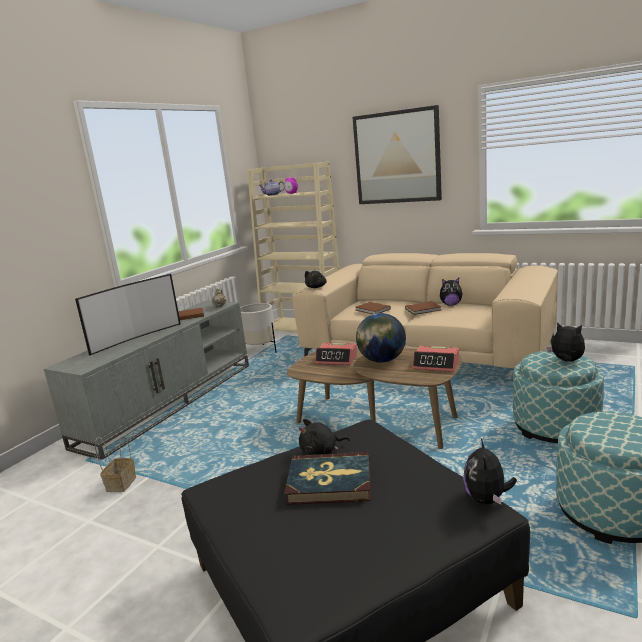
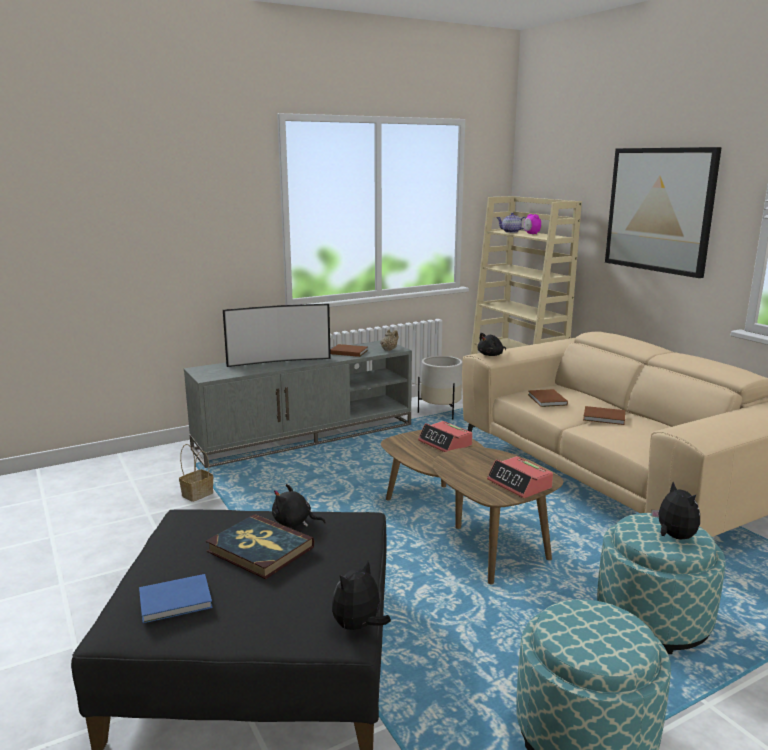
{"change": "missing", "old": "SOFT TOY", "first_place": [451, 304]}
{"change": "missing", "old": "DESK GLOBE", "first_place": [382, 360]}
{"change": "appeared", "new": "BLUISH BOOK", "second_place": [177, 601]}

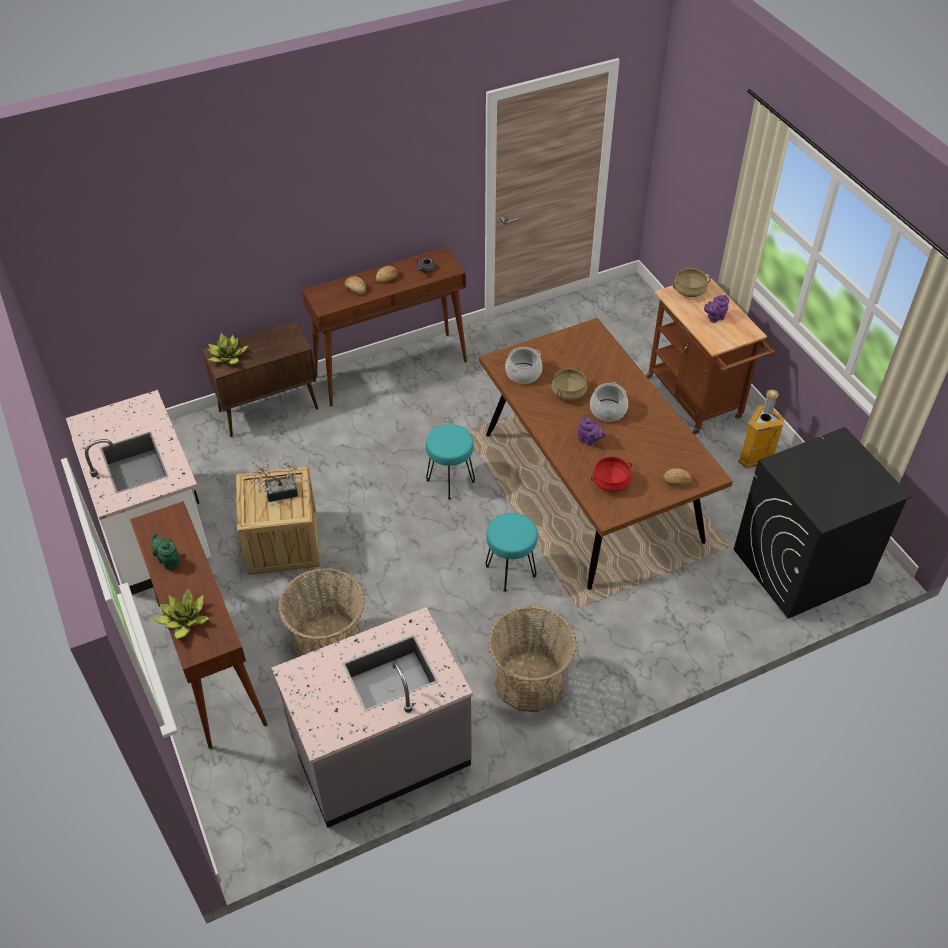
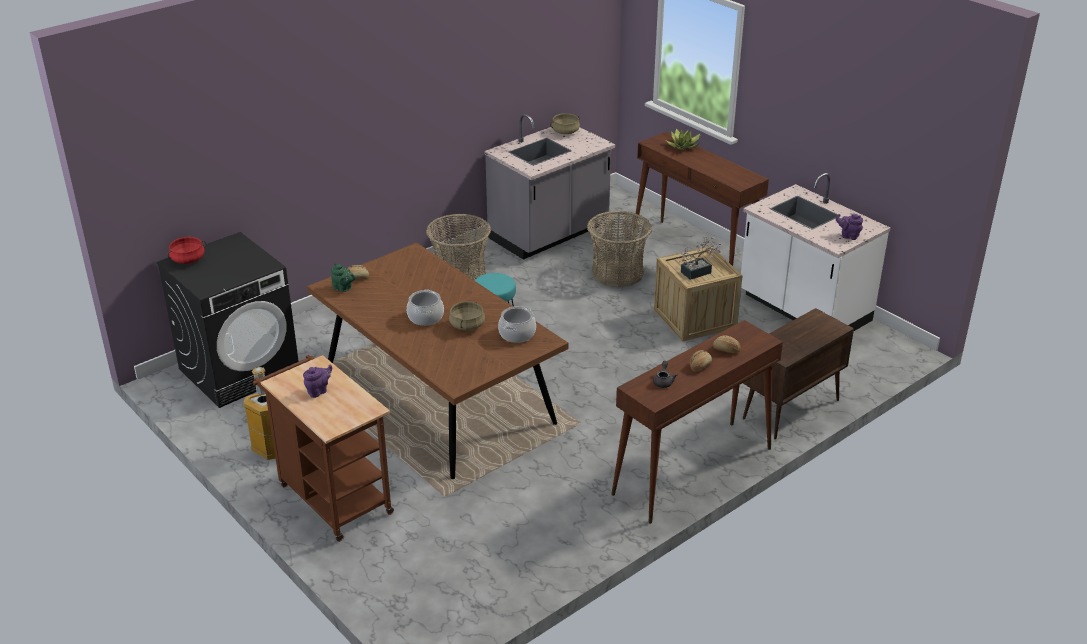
{"change": "relocated", "old": "BEIGE COOKING POT", "first_place": [689, 291], "second_place": [565, 132]}
{"change": "missing", "old": "HOUSEPLANT", "first_place": [228, 357]}
{"change": "relocated", "old": "PURPLE TEA POT", "first_place": [589, 441], "second_place": [848, 236]}
{"change": "missing", "old": "BLUE-GREEN SITTING STOOL", "first_place": [450, 481]}
{"change": "relocated", "old": "RED COOKING POT", "first_place": [611, 482], "second_place": [188, 260]}
{"change": "relocated", "old": "GREEN-COLOURED TEA POT", "first_place": [168, 560], "second_place": [343, 288]}

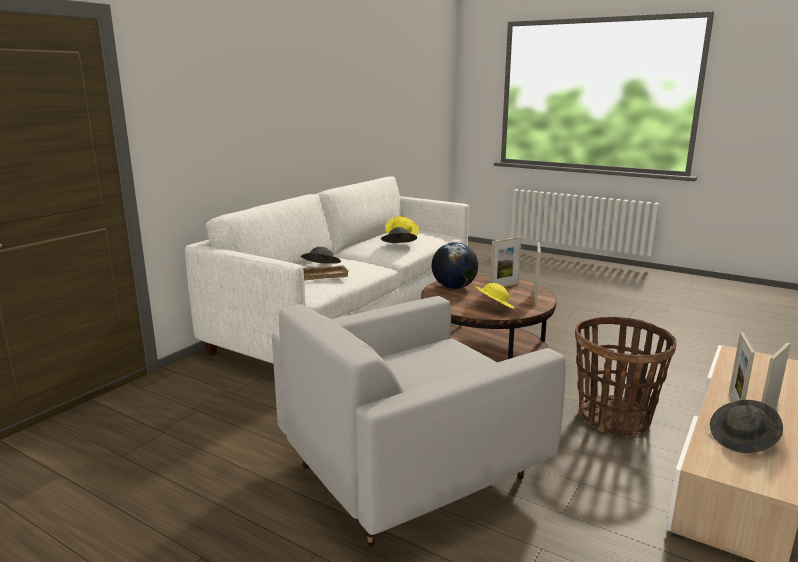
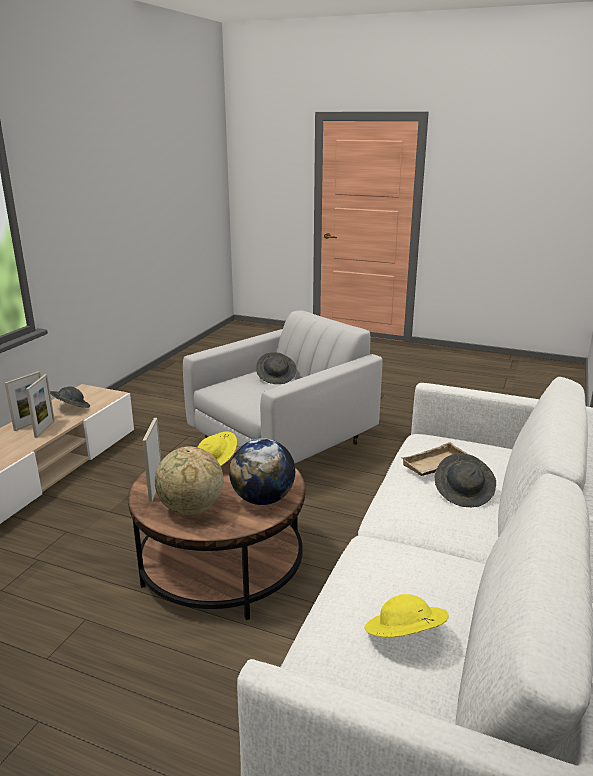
{"change": "relocated", "old": "GRAY WEARABLE HAT", "first_place": [398, 246], "second_place": [276, 377]}
{"change": "exchanged", "old": "PICTURE FRAME", "new": "DESK GLOBE", "first_place": [504, 286], "second_place": [191, 509]}
{"change": "missing", "old": "STORAGE BASKET", "first_place": [614, 418]}

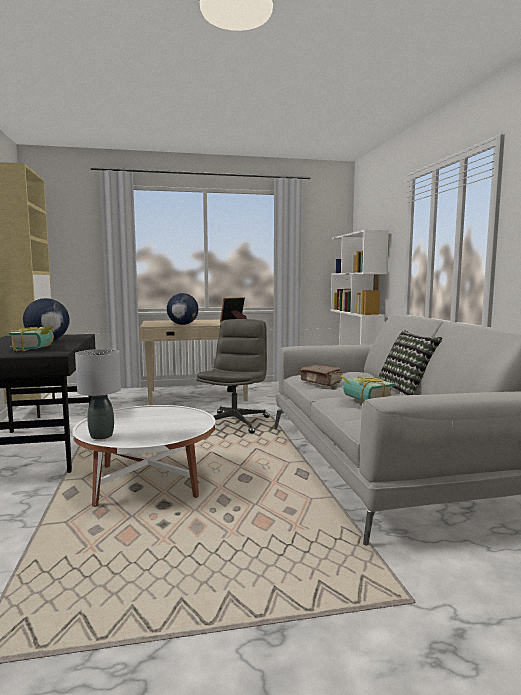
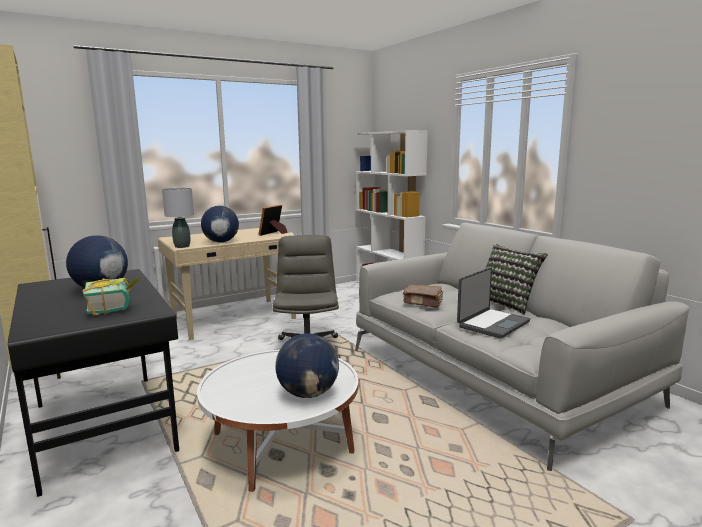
{"change": "relocated", "old": "GRAY TABLE LAMP", "first_place": [101, 436], "second_place": [182, 246]}
{"change": "exchanged", "old": "BOOK", "new": "LAPTOP", "first_place": [363, 401], "second_place": [492, 324]}
{"change": "appeared", "new": "DESK GLOBE", "second_place": [308, 394]}

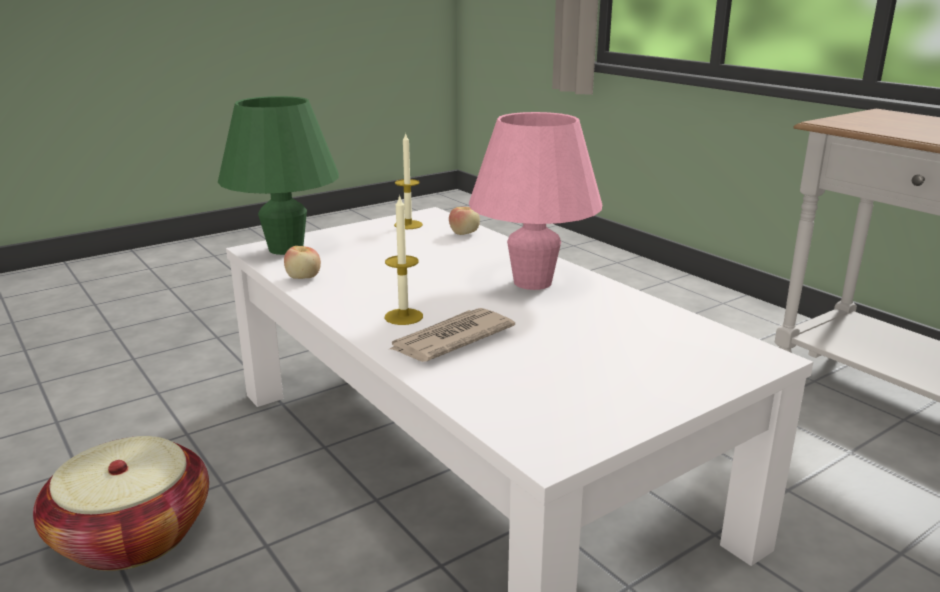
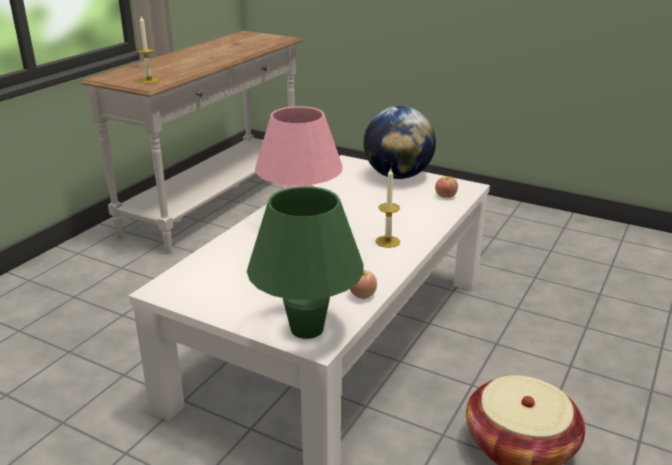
{"change": "relocated", "old": "WAX CANDLE", "first_place": [408, 225], "second_place": [149, 81]}
{"change": "relocated", "old": "APPLE FRUIT", "first_place": [464, 233], "second_place": [445, 196]}
{"change": "missing", "old": "DAILY PAPER", "first_place": [450, 339]}
{"change": "appeared", "new": "DESK GLOBE", "second_place": [398, 176]}

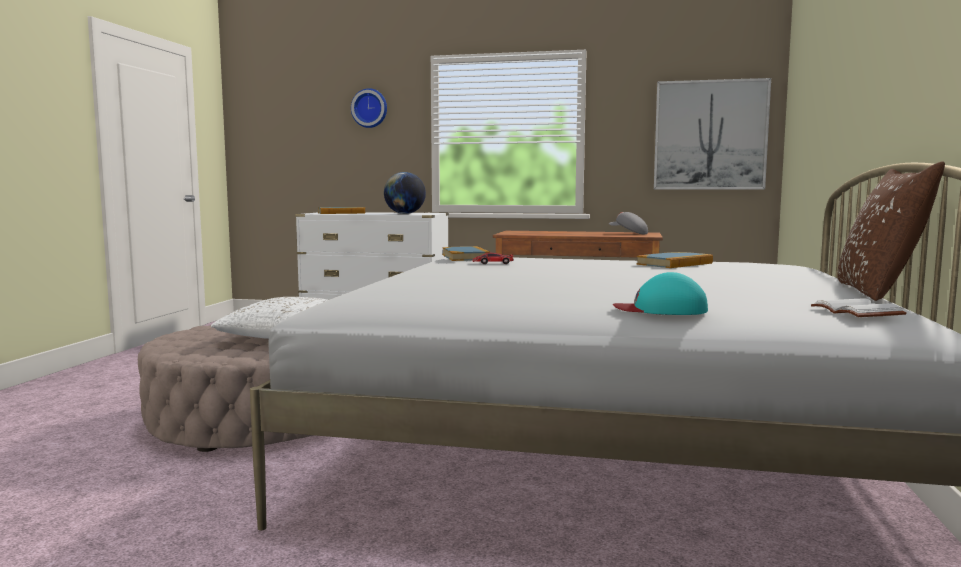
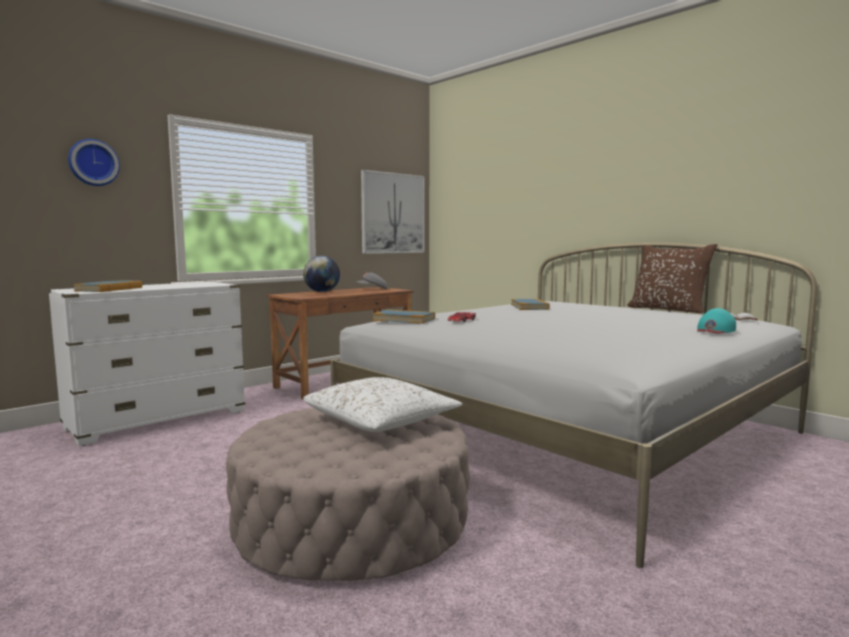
{"change": "relocated", "old": "DESK GLOBE", "first_place": [405, 213], "second_place": [322, 292]}

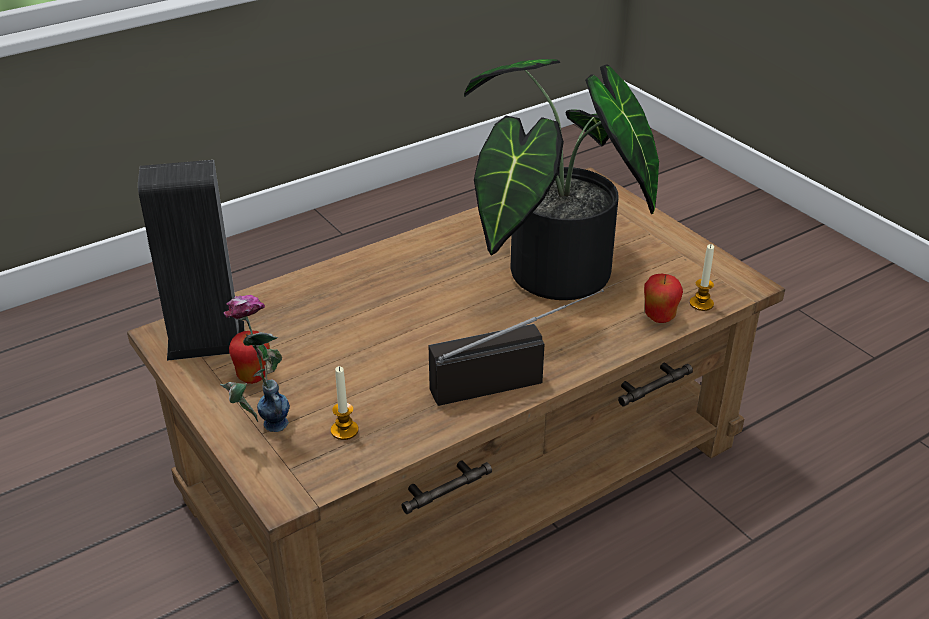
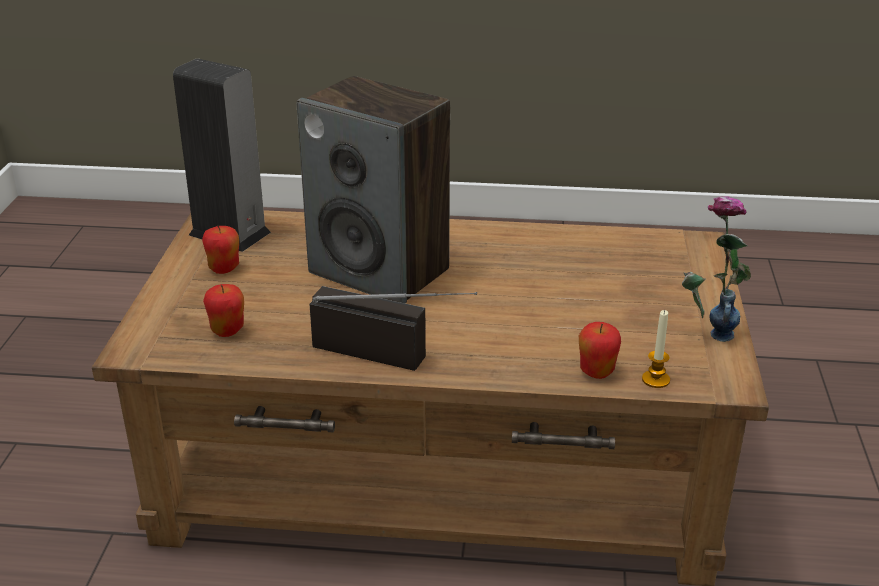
{"change": "missing", "old": "HOUSEPLANT", "first_place": [548, 277]}
{"change": "relocated", "old": "FLOWER VASE", "first_place": [260, 432], "second_place": [705, 335]}
{"change": "exchanged", "old": "WAX CANDLE", "new": "APPLE FRUIT", "first_place": [344, 430], "second_place": [227, 331]}
{"change": "appeared", "new": "SPEAKER", "second_place": [380, 271]}

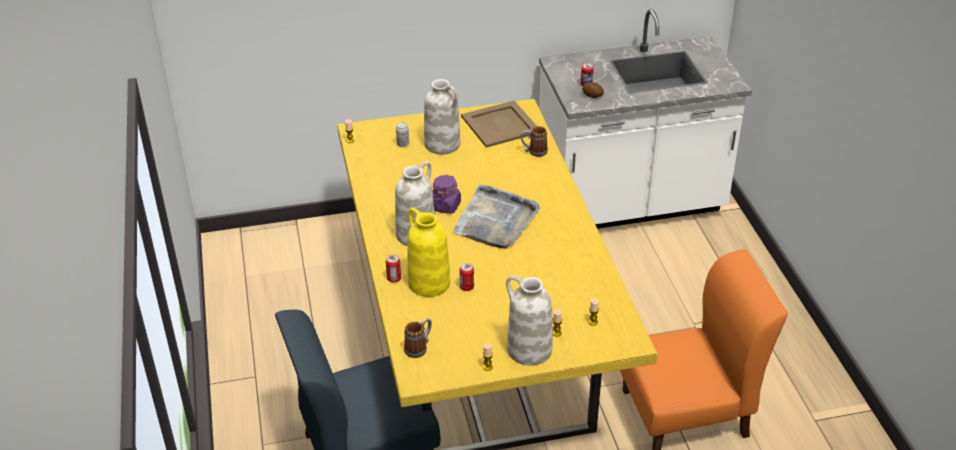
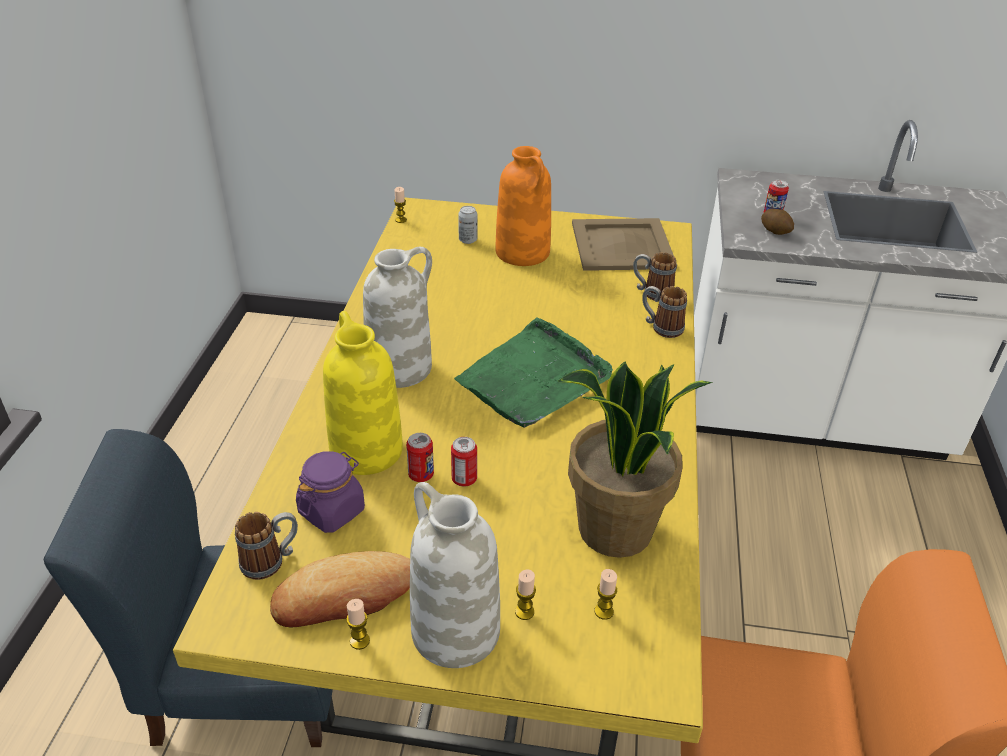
{"change": "colour", "old": "WHITE FLOWER VASE", "new": "ORANGE-COLOURED FLOWER VASE", "first_place": [443, 144], "second_place": [523, 252]}
{"change": "relocated", "old": "PURPLE JAR", "first_place": [445, 206], "second_place": [332, 511]}
{"change": "colour", "old": "GRAY TRAY", "new": "GREEN-COLOURED TRAY", "first_place": [495, 220], "second_place": [534, 379]}
{"change": "relocated", "old": "CAN", "first_place": [394, 279], "second_place": [464, 479]}
{"change": "appeared", "new": "COFFEE MUG", "second_place": [661, 327]}
{"change": "appeared", "new": "HOUSEPLANT", "second_place": [615, 531]}
{"change": "appeared", "new": "BREAD", "second_place": [344, 596]}

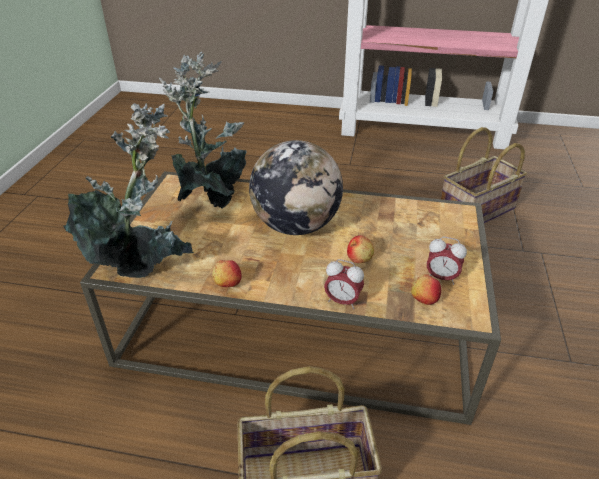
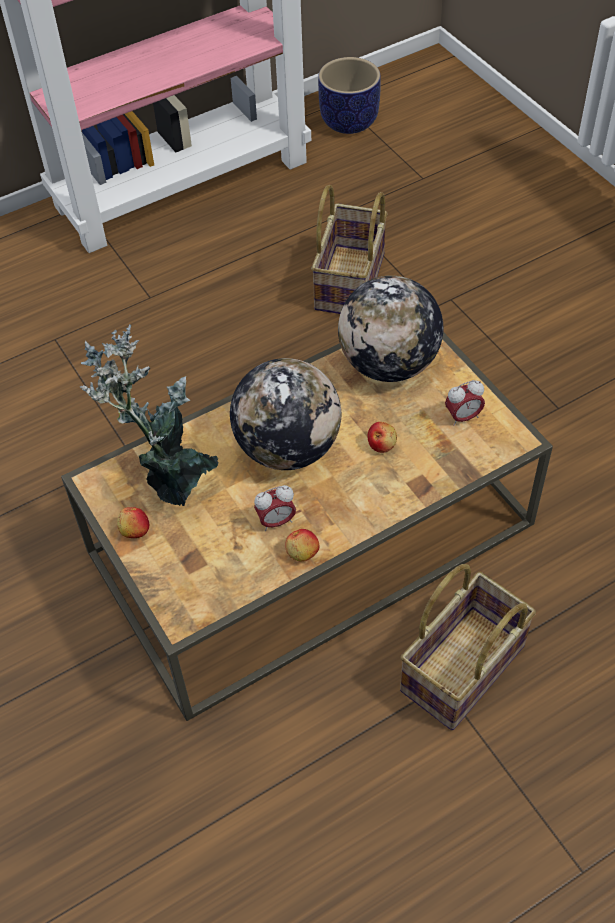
{"change": "missing", "old": "HOUSEPLANT", "first_place": [141, 264]}
{"change": "relocated", "old": "TABLE CLOCK", "first_place": [342, 301], "second_place": [276, 521]}
{"change": "relocated", "old": "APPLE FRUIT", "first_place": [424, 298], "second_place": [134, 530]}
{"change": "appeared", "new": "PLANTER", "second_place": [350, 121]}
{"change": "appeared", "new": "DESK GLOBE", "second_place": [389, 364]}

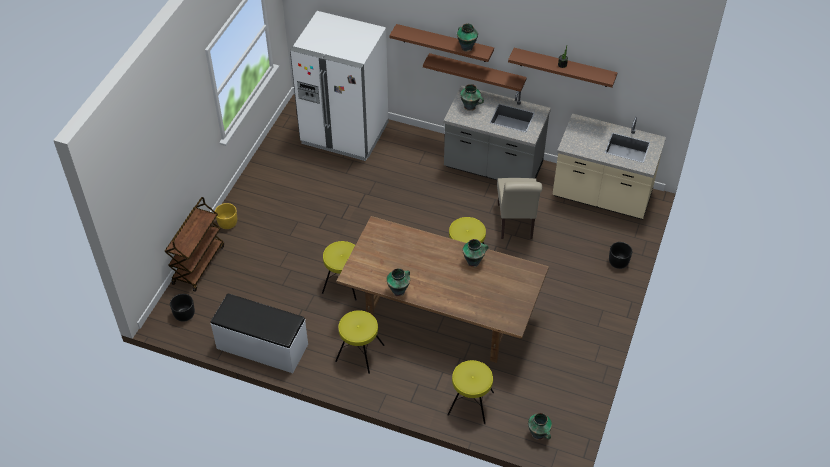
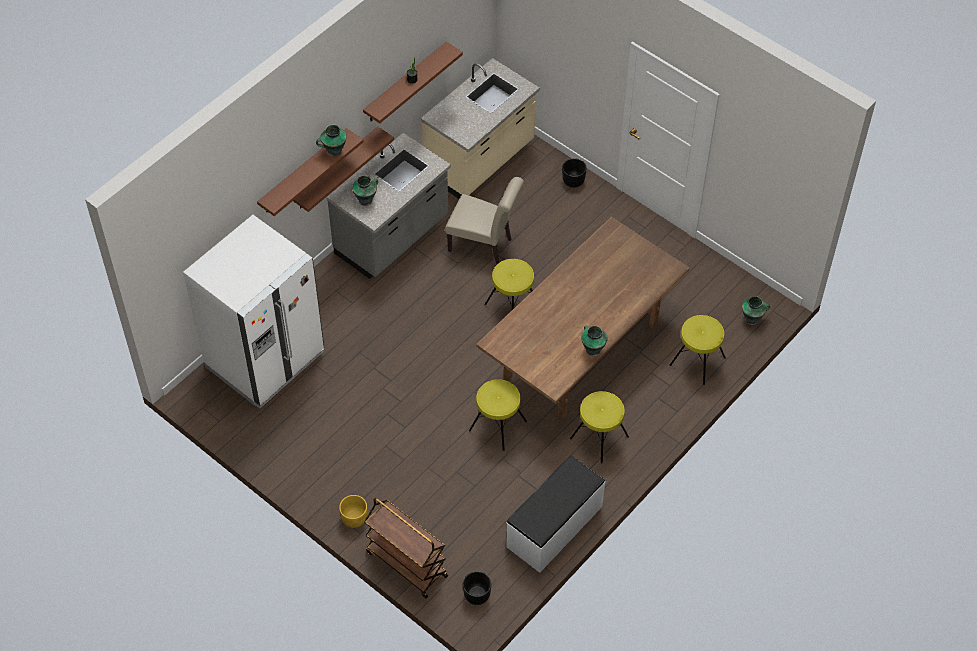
{"change": "missing", "old": "FLOWER VASE", "first_place": [474, 262]}

